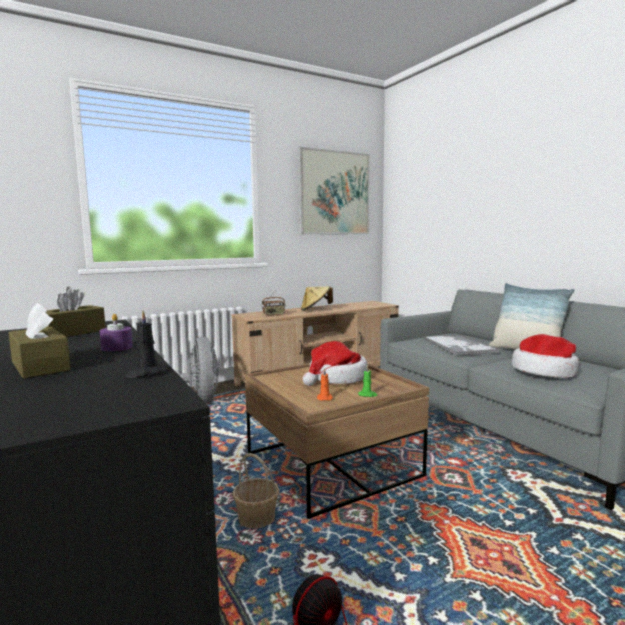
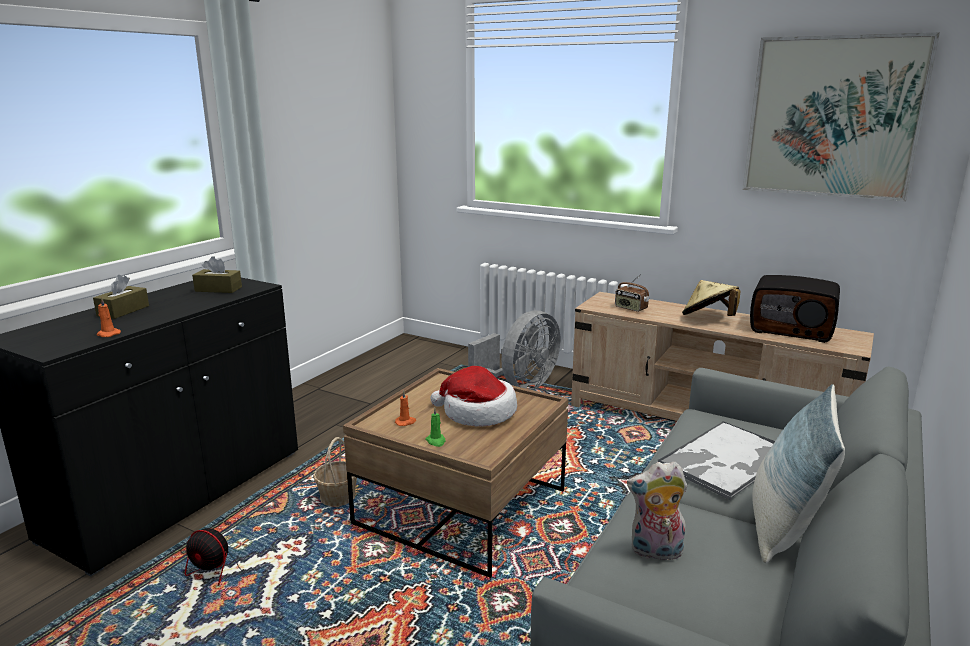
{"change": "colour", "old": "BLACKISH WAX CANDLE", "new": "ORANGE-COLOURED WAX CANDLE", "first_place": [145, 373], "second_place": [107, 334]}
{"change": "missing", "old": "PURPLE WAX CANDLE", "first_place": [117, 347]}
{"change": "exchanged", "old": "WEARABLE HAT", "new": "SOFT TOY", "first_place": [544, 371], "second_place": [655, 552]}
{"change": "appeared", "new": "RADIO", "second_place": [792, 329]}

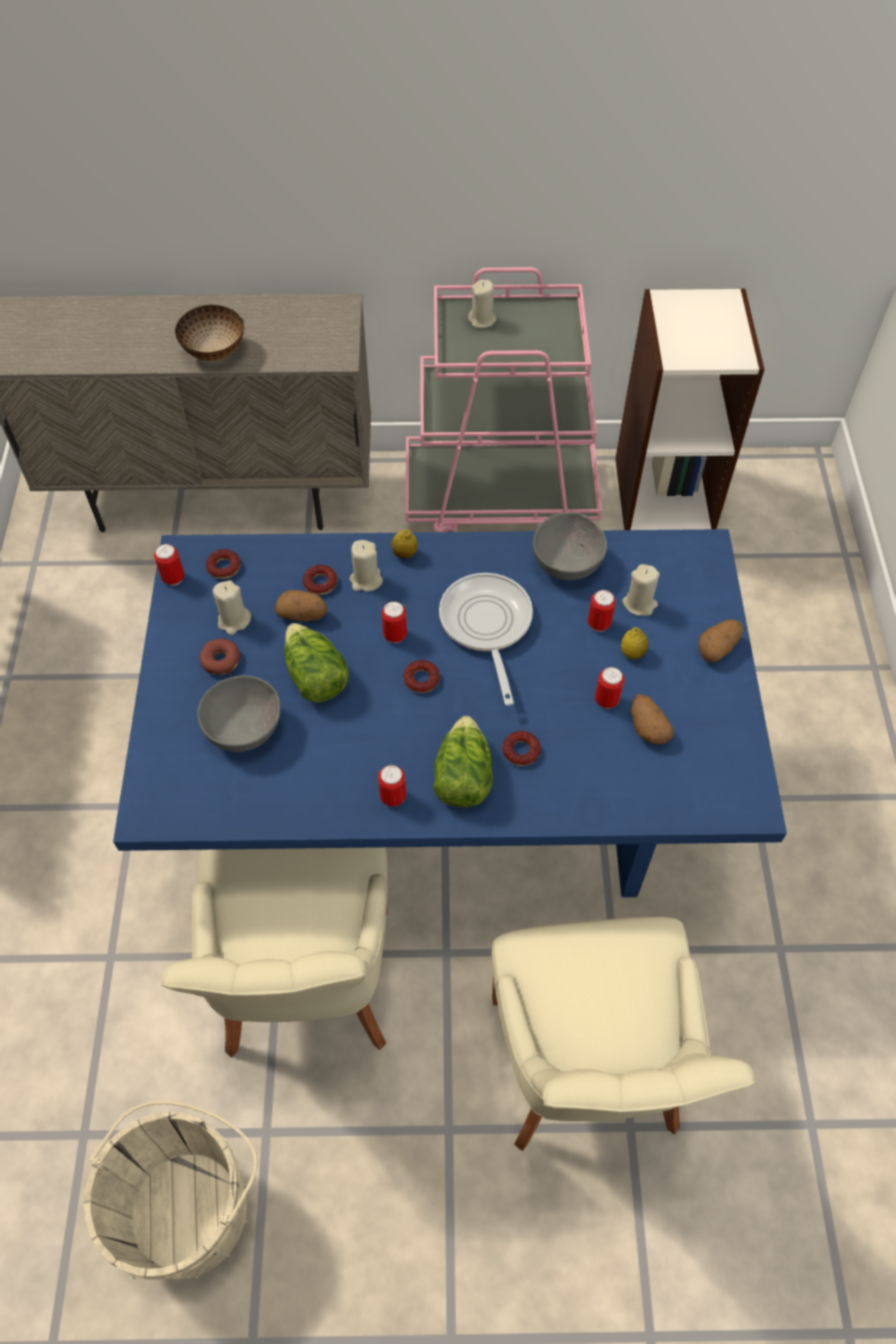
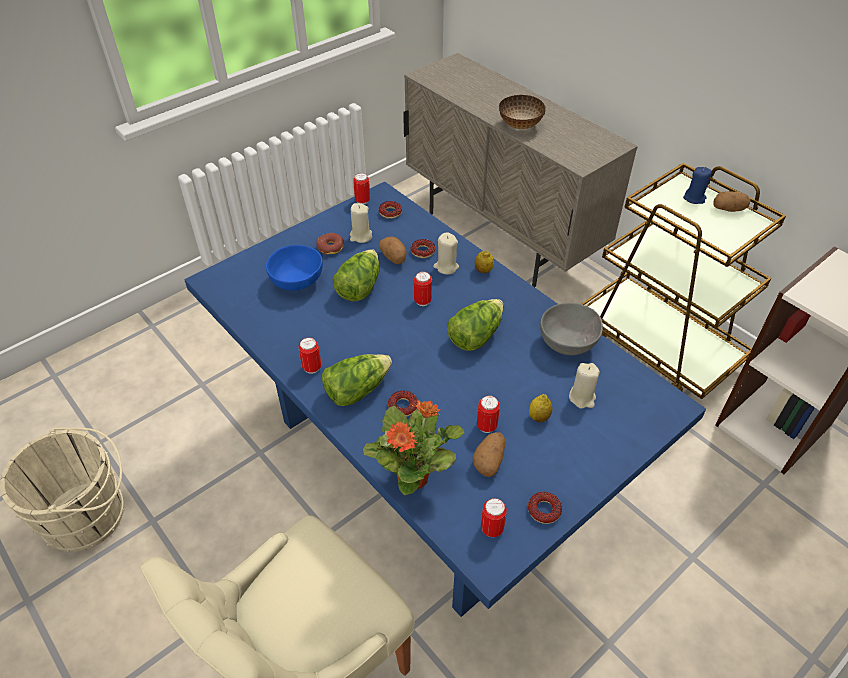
{"change": "colour", "old": "PINK-COLOURED TROLLEY", "new": "BROWN TROLLEY", "first_place": [501, 496], "second_place": [658, 346]}
{"change": "colour", "old": "BEIGE WAX CANDLE", "new": "BLUISH WAX CANDLE", "first_place": [482, 320], "second_place": [694, 198]}
{"change": "exchanged", "old": "SKILLET", "new": "LETTUCE", "first_place": [486, 626], "second_place": [475, 335]}
{"change": "relocated", "old": "CAN", "first_place": [599, 624], "second_place": [492, 529]}
{"change": "relocated", "old": "POTATO", "first_place": [718, 648], "second_place": [728, 209]}
{"change": "relocated", "old": "RING DOUGHNUT", "first_place": [421, 679], "second_place": [544, 510]}
{"change": "colour", "old": "GRAY BOWL", "new": "BLUISH BOWL", "first_place": [246, 729], "second_place": [298, 282]}
{"change": "missing", "old": "BEIGE UPRIGHT CHAIR", "first_place": [306, 987]}
{"change": "appeared", "new": "HOUSEPLANT", "second_place": [414, 476]}

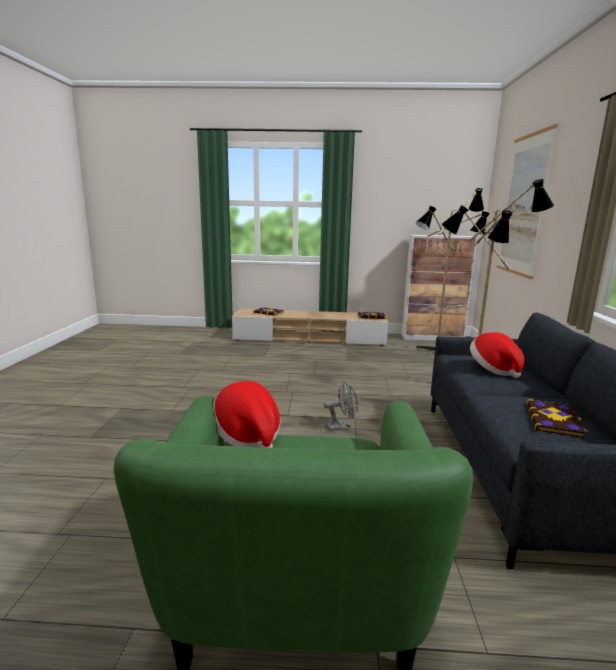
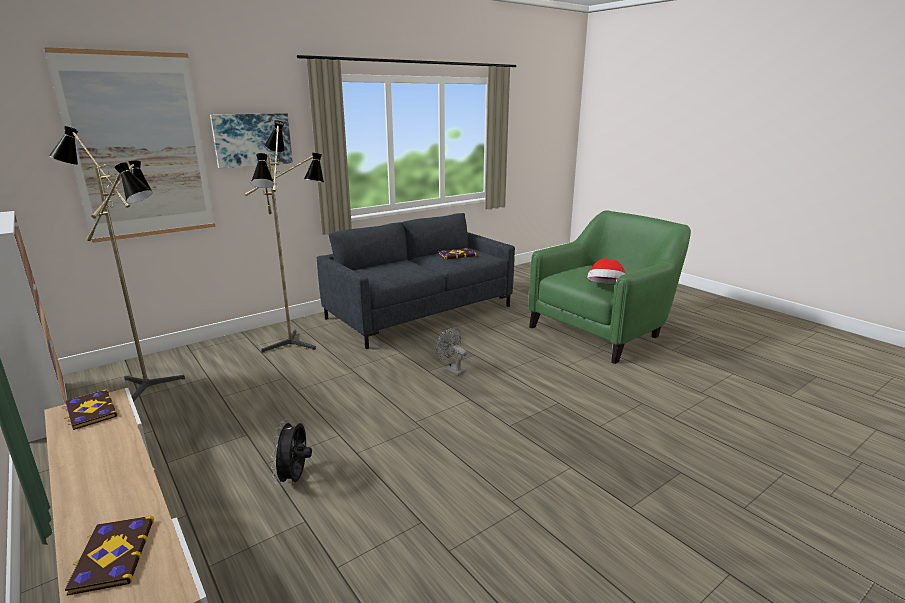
{"change": "missing", "old": "WEARABLE HAT", "first_place": [493, 369]}
{"change": "appeared", "new": "WALL ART", "second_place": [252, 140]}
{"change": "appeared", "new": "BLACKISH FAN", "second_place": [295, 478]}

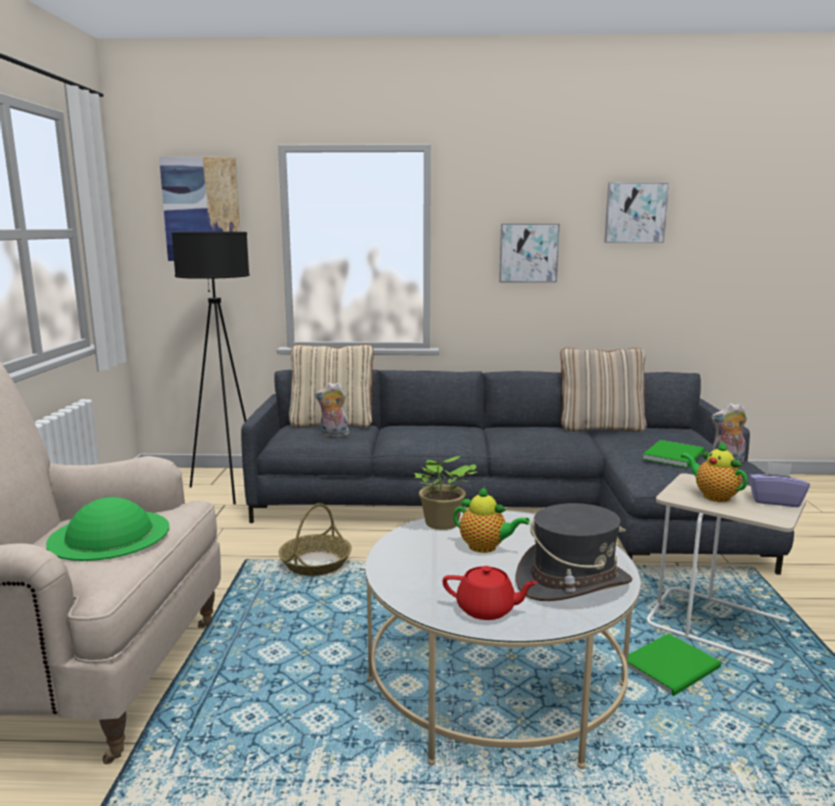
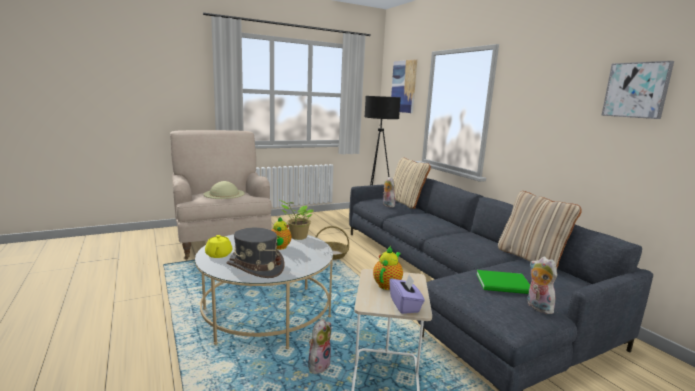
{"change": "missing", "old": "WALL ART", "first_place": [528, 253]}
{"change": "colour", "old": "GREEN-COLOURED WEARABLE HAT", "new": "BEIGE WEARABLE HAT", "first_place": [109, 534], "second_place": [224, 194]}
{"change": "colour", "old": "RED TEA POT", "new": "YELLOWISH TEA POT", "first_place": [487, 610], "second_place": [218, 255]}
{"change": "exchanged", "old": "GREEN-COLOURED BOOK", "new": "SOFT TOY", "first_place": [673, 667], "second_place": [318, 365]}

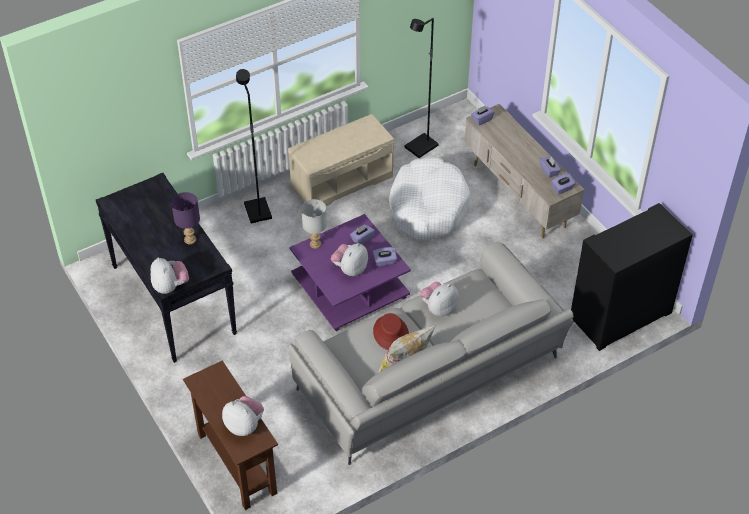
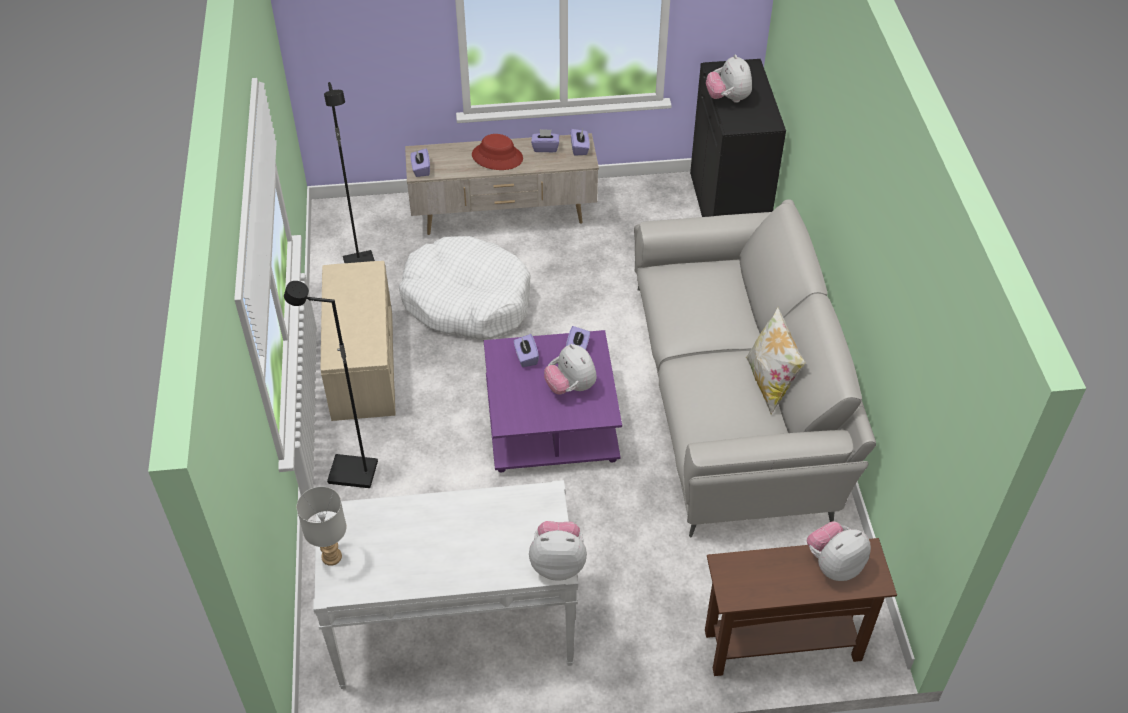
{"change": "colour", "old": "BLACKISH NARROW TABLE", "new": "WHITE NARROW TABLE", "first_place": [173, 299], "second_place": [453, 629]}
{"change": "missing", "old": "PURPLE TABLE LAMP", "first_place": [189, 239]}
{"change": "relocated", "old": "GRAY TABLE LAMP", "first_place": [315, 244], "second_place": [331, 556]}
{"change": "relocated", "old": "SOFT TOY", "first_place": [439, 308], "second_place": [728, 98]}
{"change": "relocated", "old": "RED WEARABLE HAT", "first_place": [391, 333], "second_place": [497, 157]}

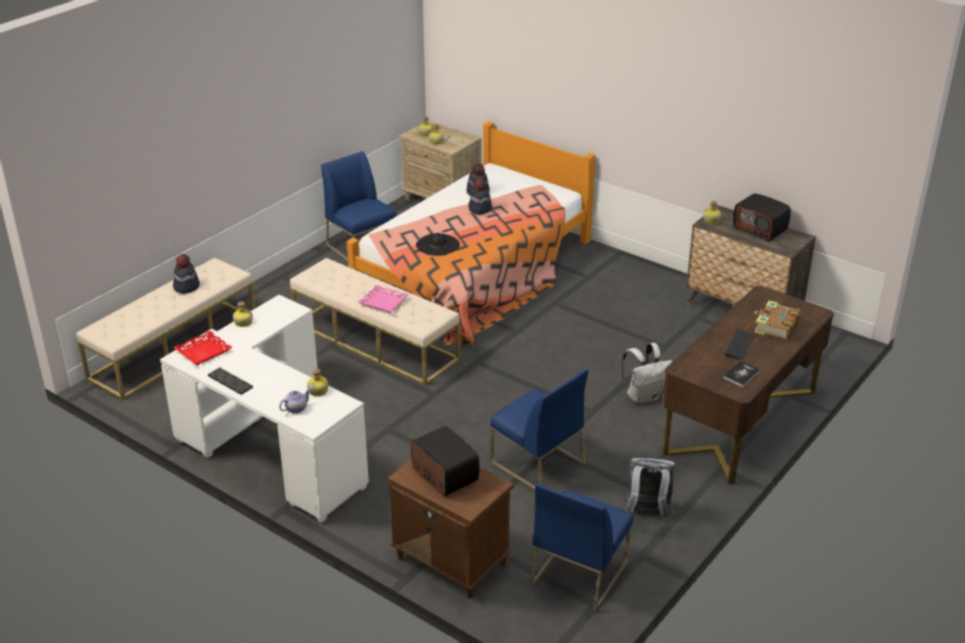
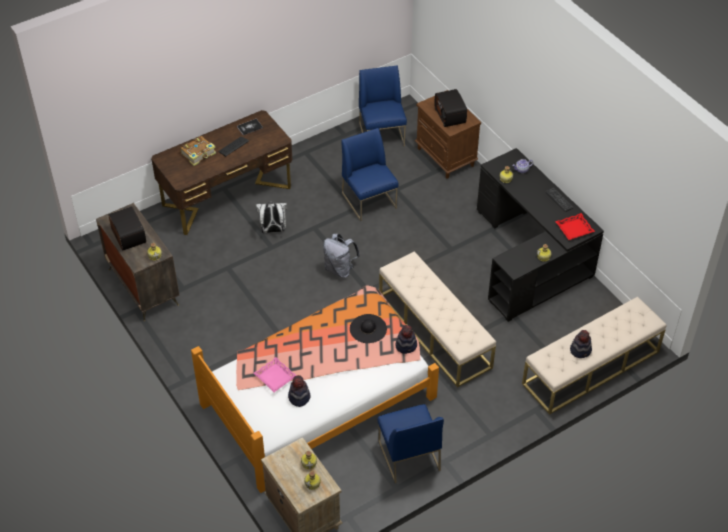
{"change": "relocated", "old": "WEARABLE HAT", "first_place": [480, 208], "second_place": [406, 345]}
{"change": "relocated", "old": "PINK-COLOURED TRAY", "first_place": [384, 302], "second_place": [275, 377]}
{"change": "colour", "old": "WHITE DESK UNIT", "new": "BLACKISH DESK UNIT", "first_place": [269, 444], "second_place": [531, 258]}
{"change": "relocated", "old": "GRAY KNAPSACK", "first_place": [647, 516], "second_place": [340, 269]}
{"change": "spun", "old": "BLUISH UPRIGHT CHAIR", "first_place": [579, 573], "second_place": [382, 135], "degrees": -60}

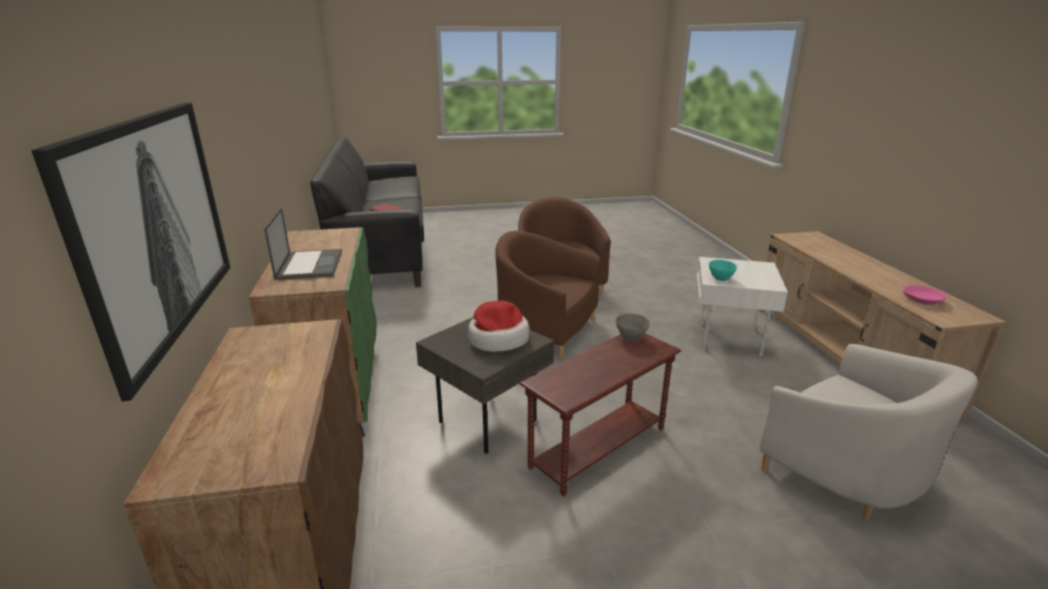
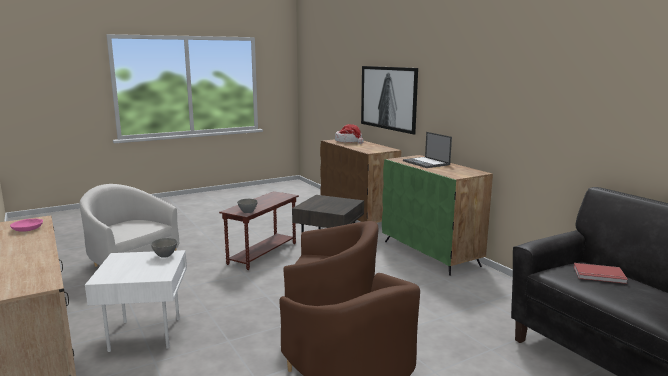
{"change": "colour", "old": "BLUE-GREEN BOWL", "new": "GRAY BOWL", "first_place": [720, 279], "second_place": [165, 256]}
{"change": "relocated", "old": "WEARABLE HAT", "first_place": [497, 339], "second_place": [349, 141]}

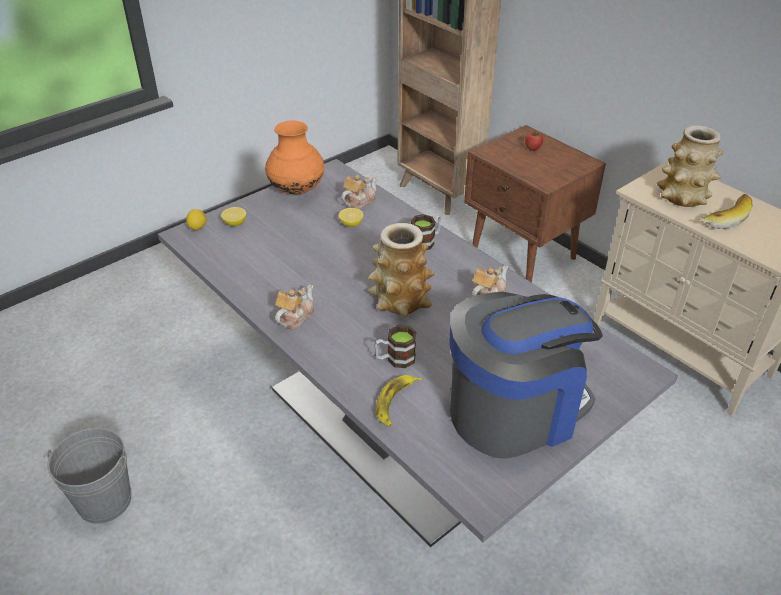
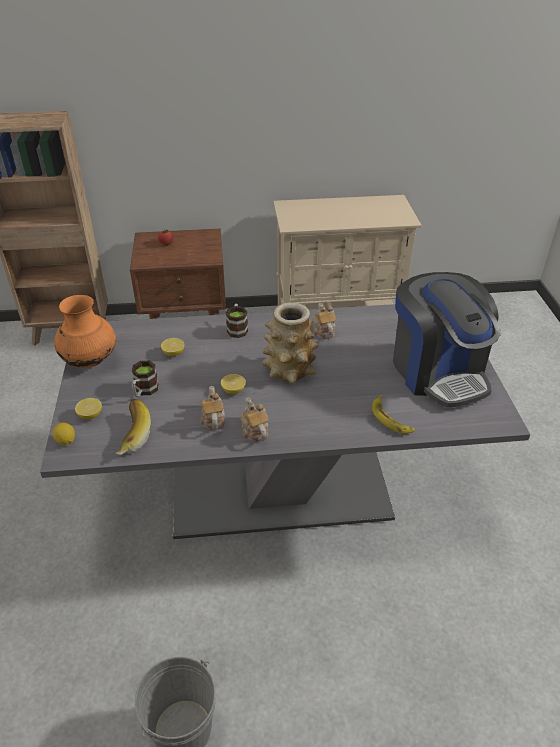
{"change": "missing", "old": "FLOWER VASE", "first_place": [682, 197]}
{"change": "relocated", "old": "TEA POT", "first_place": [359, 202], "second_place": [213, 418]}
{"change": "relocated", "old": "BANANA", "first_place": [722, 218], "second_place": [130, 434]}
{"change": "spun", "old": "COFFEE BREWER", "first_place": [515, 410], "second_place": [437, 371], "degrees": 150}
{"change": "relocated", "old": "COFFEE MUG", "first_place": [395, 359], "second_place": [144, 391]}
{"change": "appeared", "new": "LEMON", "second_place": [233, 390]}

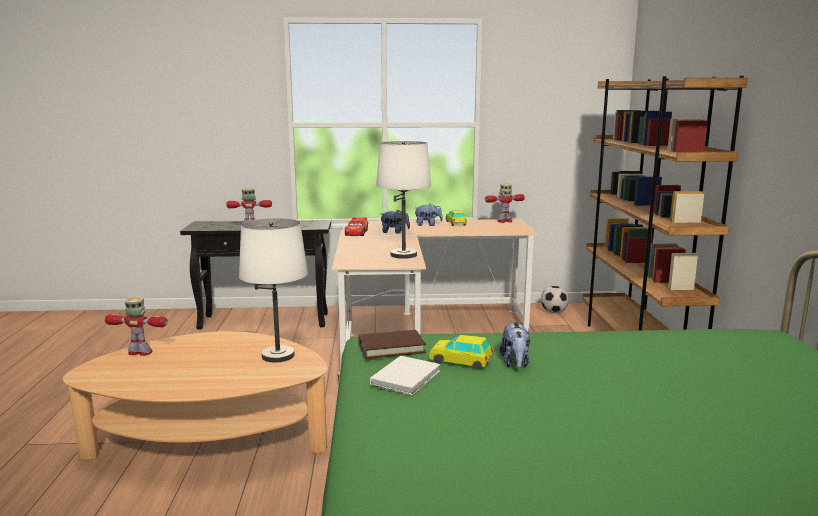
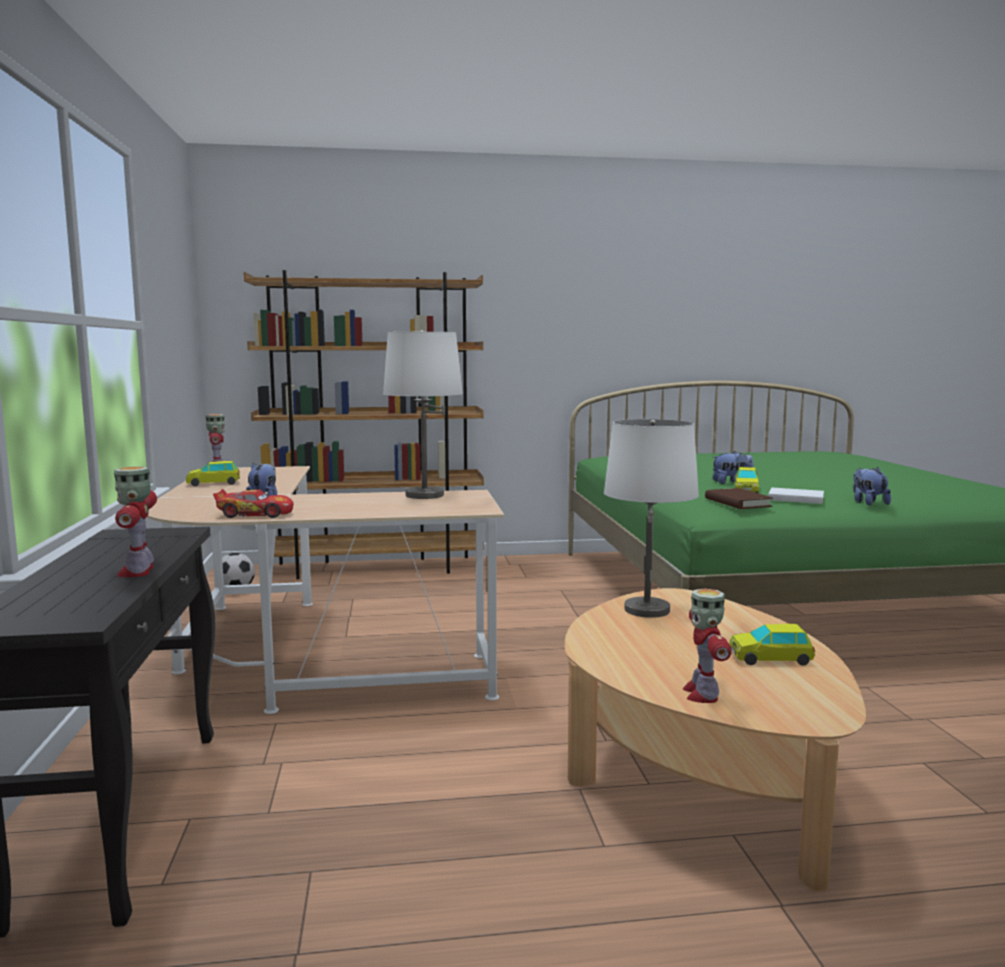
{"change": "relocated", "old": "SOFT TOY", "first_place": [428, 225], "second_place": [868, 503]}
{"change": "appeared", "new": "MODEL CAR", "second_place": [770, 658]}

